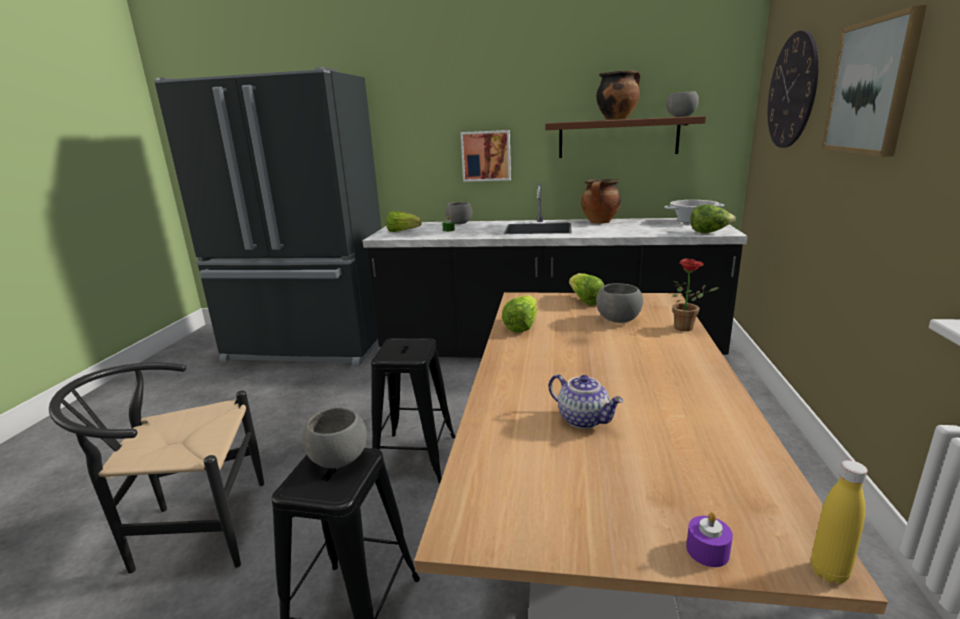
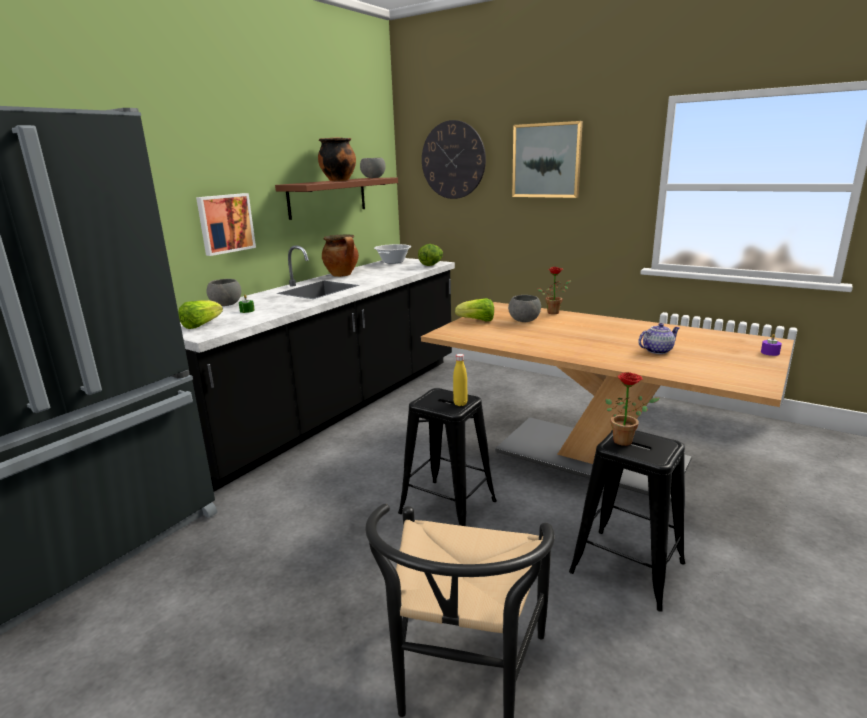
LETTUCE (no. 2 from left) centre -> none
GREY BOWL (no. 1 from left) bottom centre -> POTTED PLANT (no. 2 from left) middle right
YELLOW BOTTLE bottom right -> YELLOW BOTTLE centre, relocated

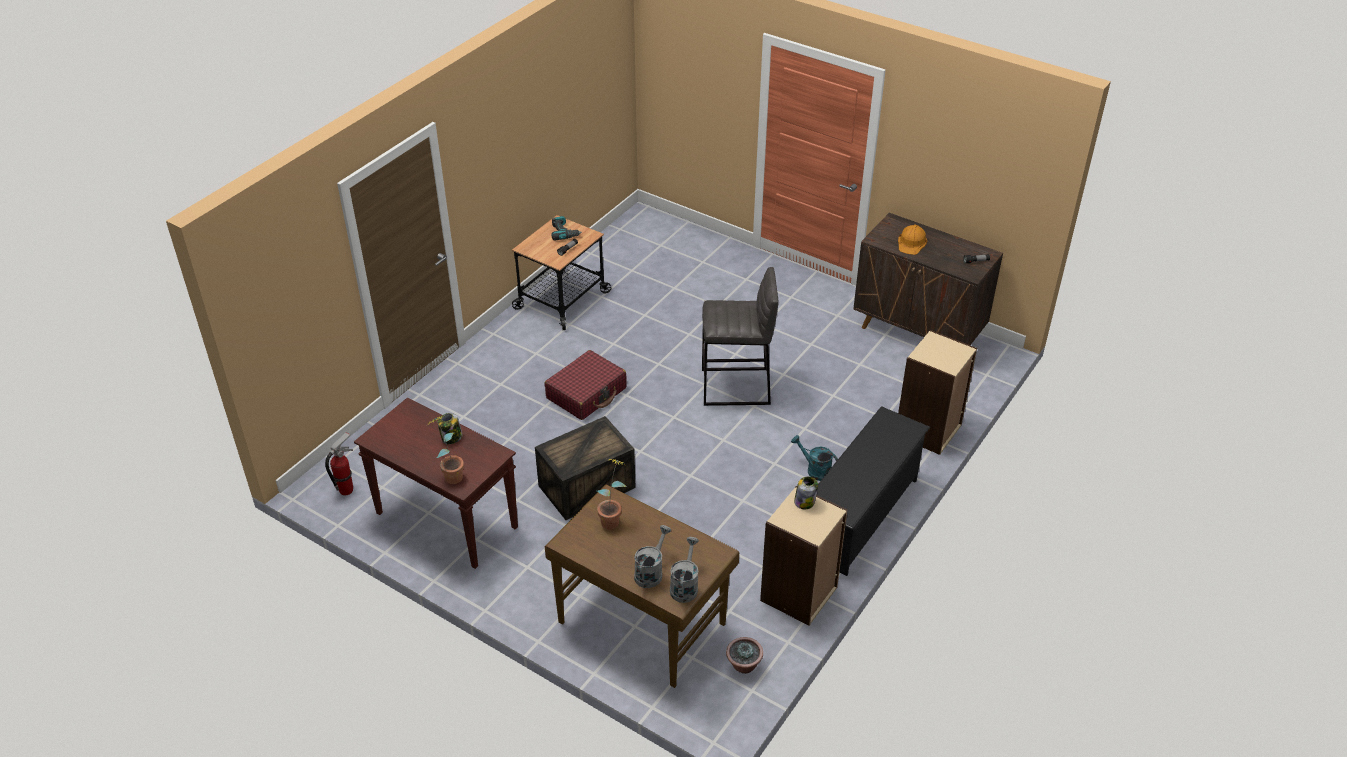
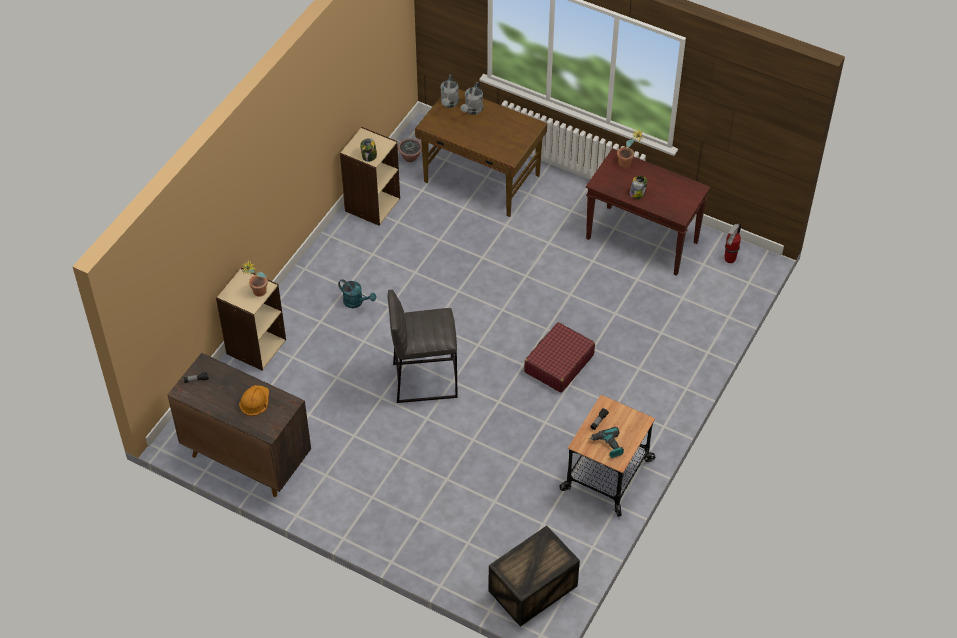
BLACK SHOE RACK centre -> none
CRATE centre -> CRATE bottom centre, relocated
POTTED PLANT (no. 2 from left in the first image) centre -> POTTED PLANT (no. 1 from left) middle left, relocated

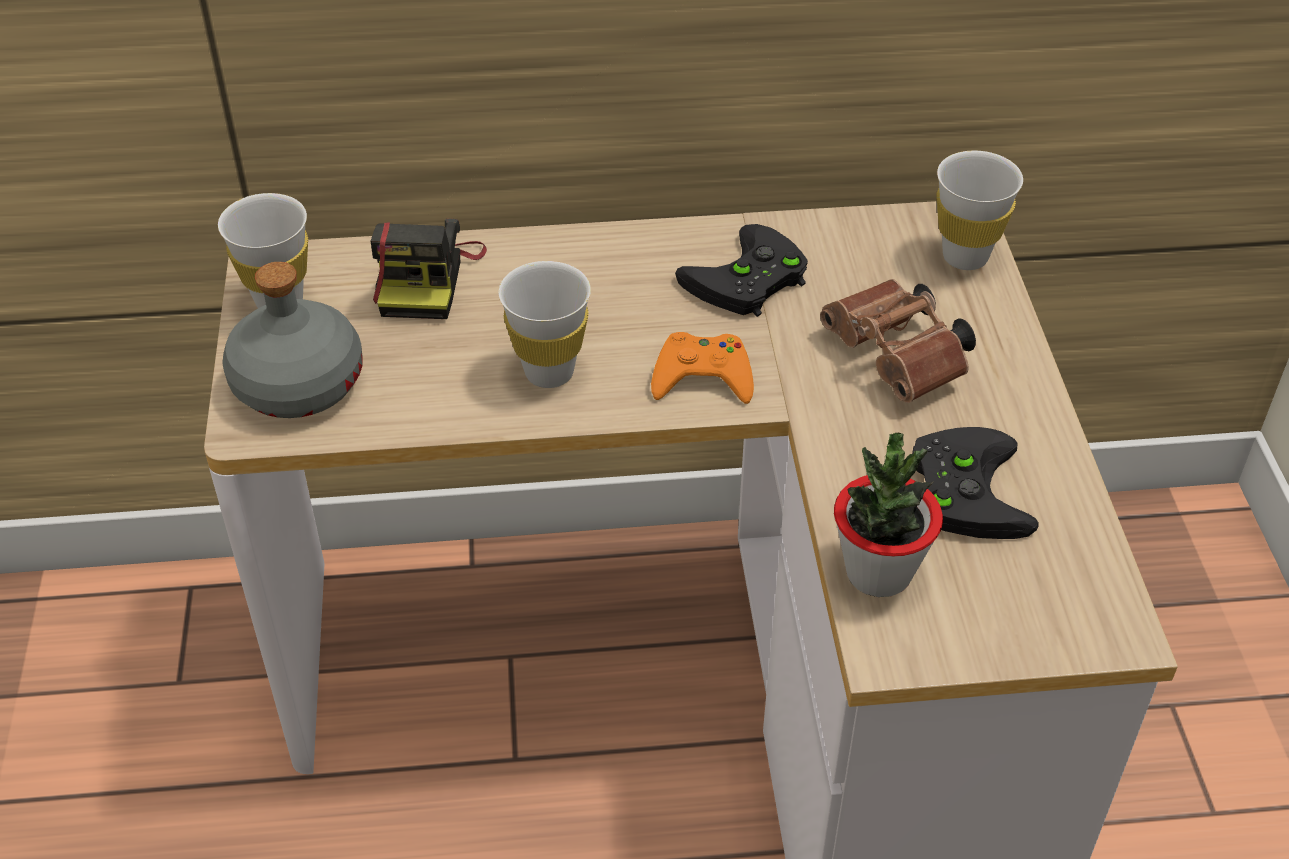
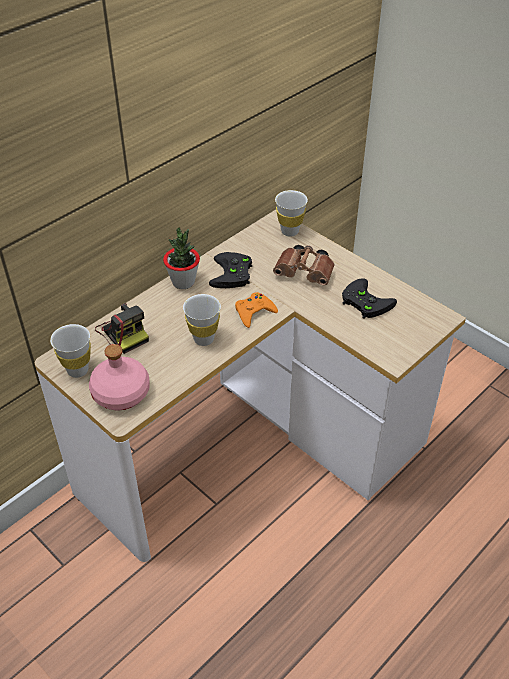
GREY BOTTLE middle left -> PINK BOTTLE middle left
POTTED PLANT middle right -> POTTED PLANT centre, relocated

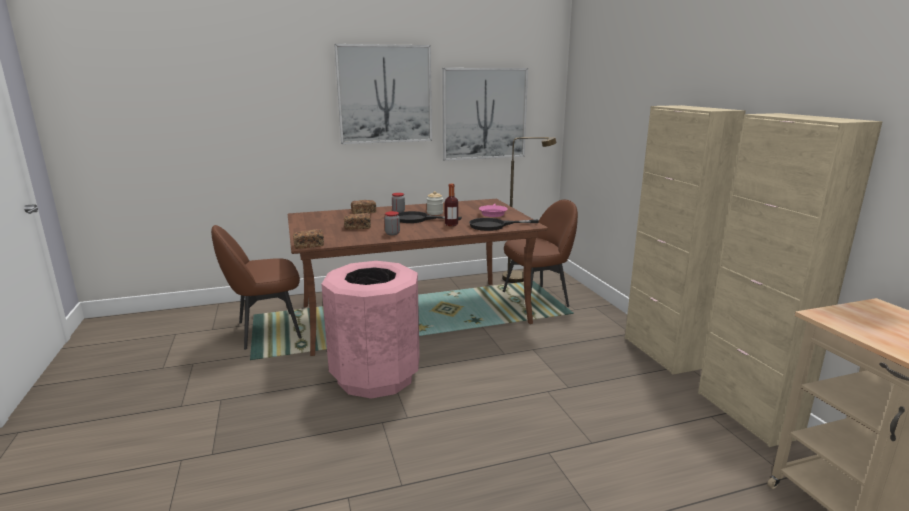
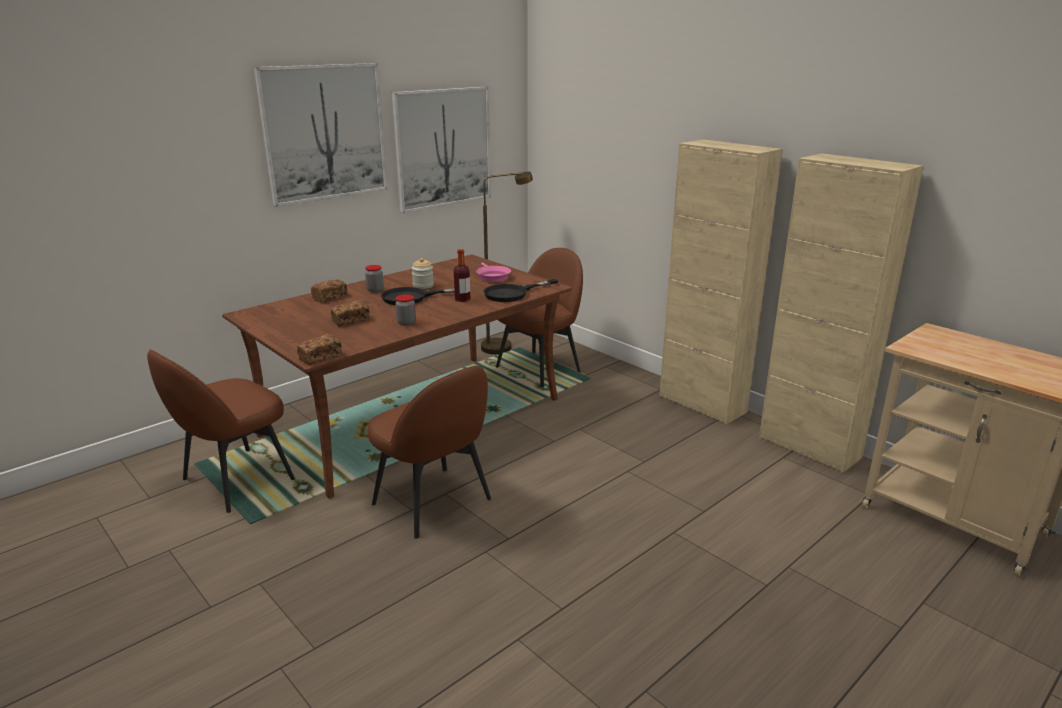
PINK TRASH CAN centre -> BROWN CHAIR (no. 2 from left) centre

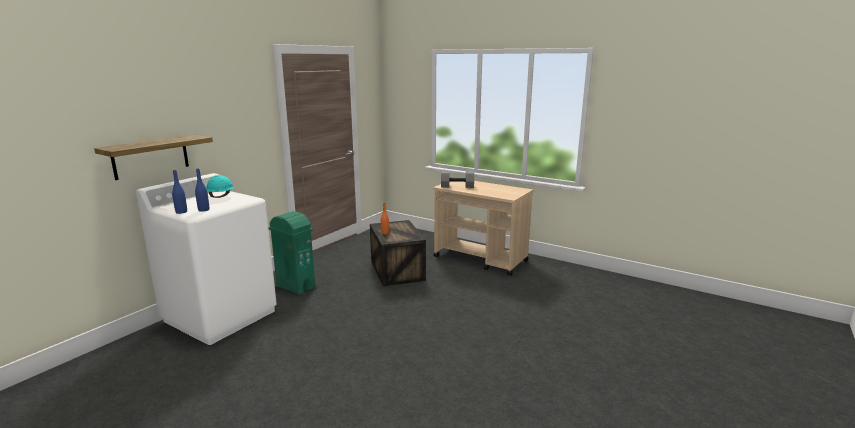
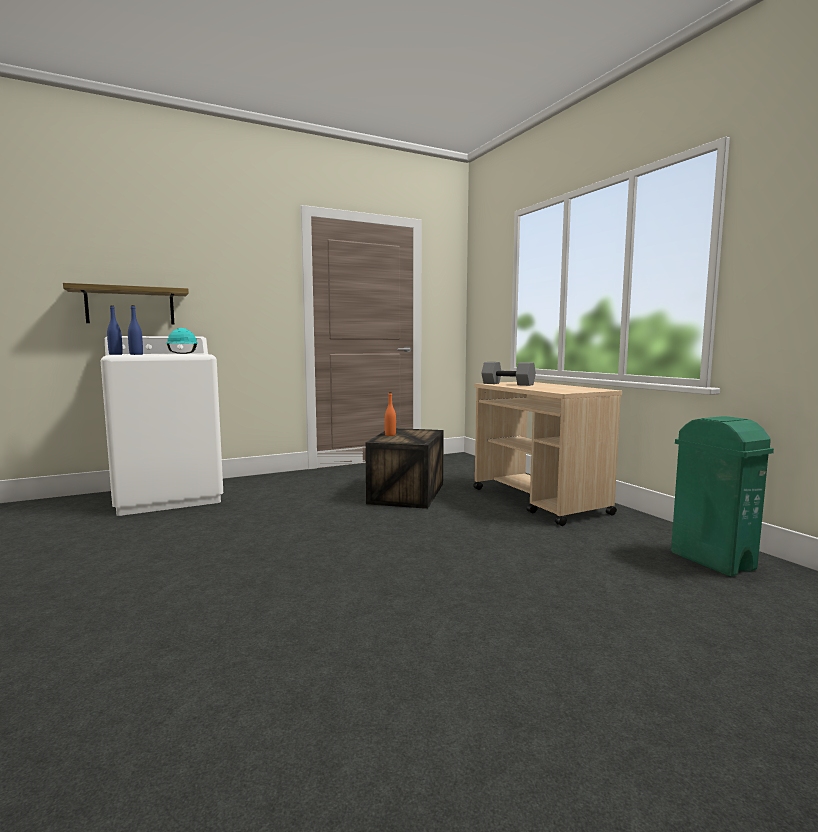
GREEN TRASH CAN centre -> GREEN TRASH CAN middle right, relocated

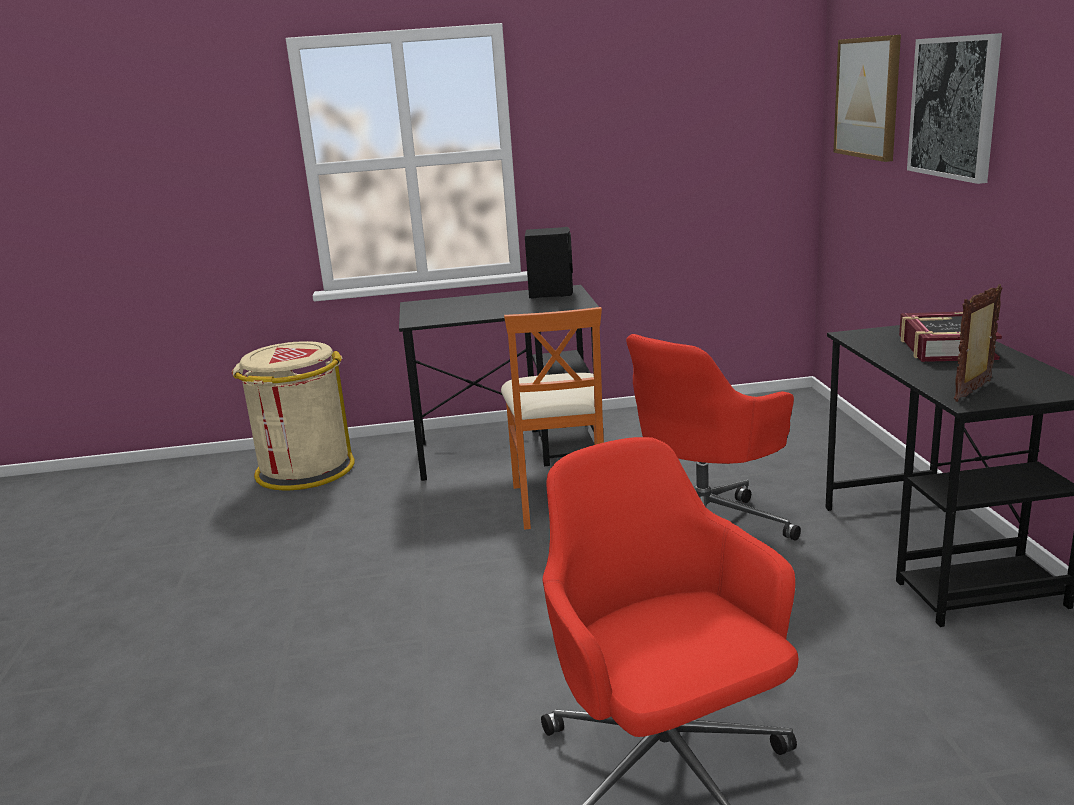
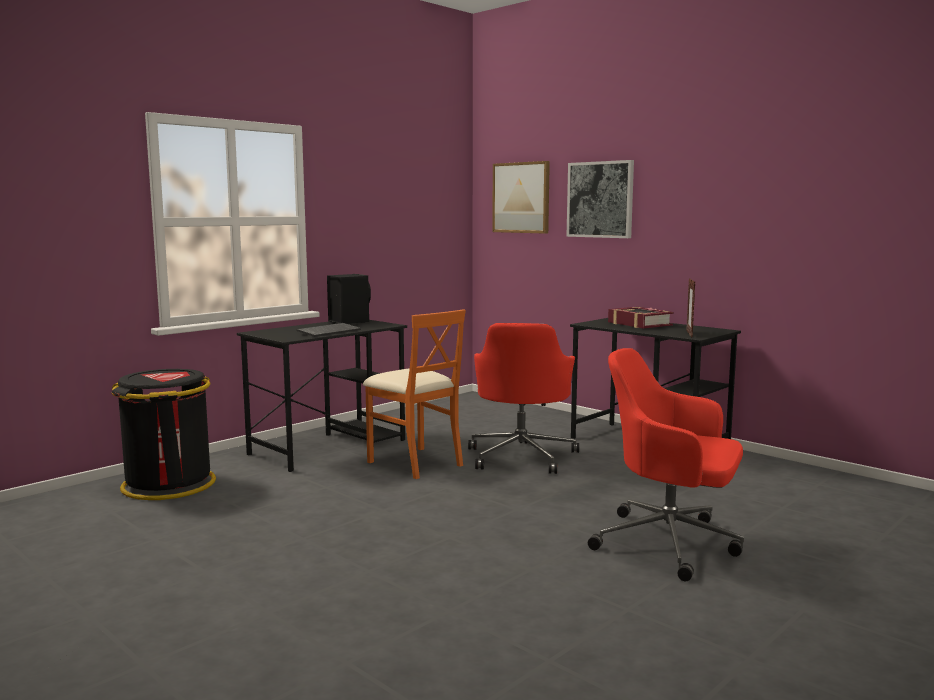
BEIGE TRASH CAN middle left -> BLACK TRASH CAN middle left
none -> KEYBOARD centre

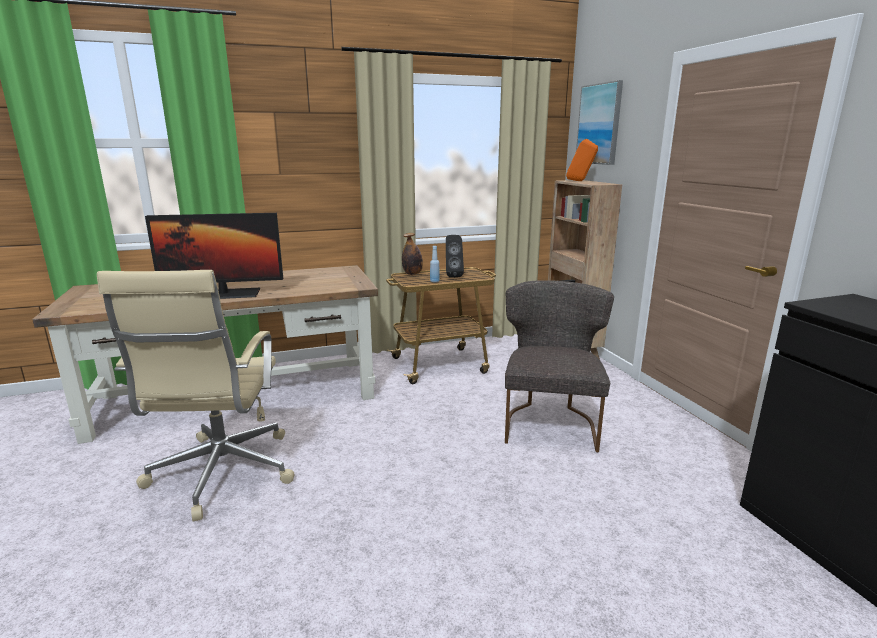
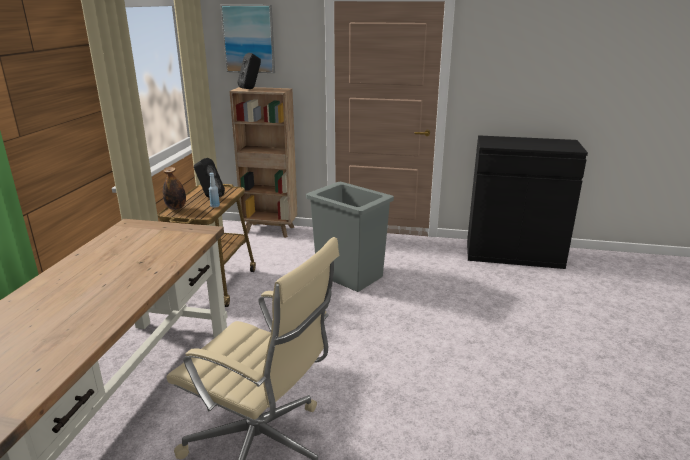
ORANGE SPEAKER top centre -> BLACK SPEAKER (no. 2 from left) top centre
MONITOR middle left -> none
GREY CHAIR centre -> GREY TRASH CAN centre

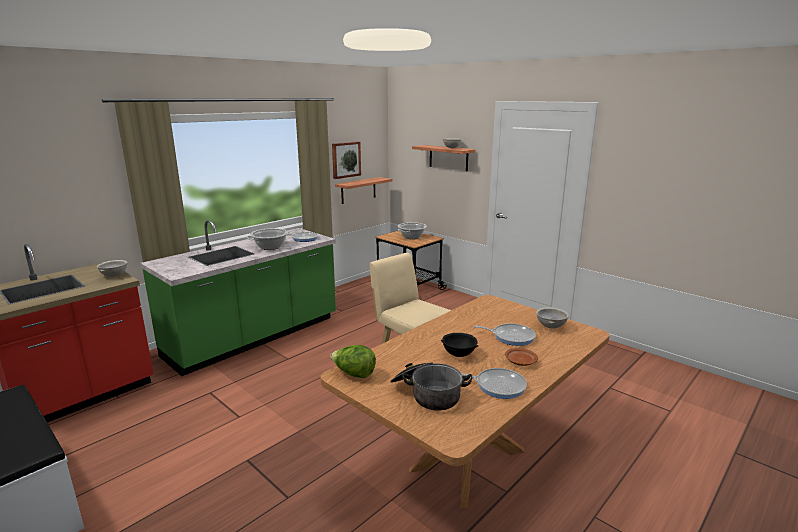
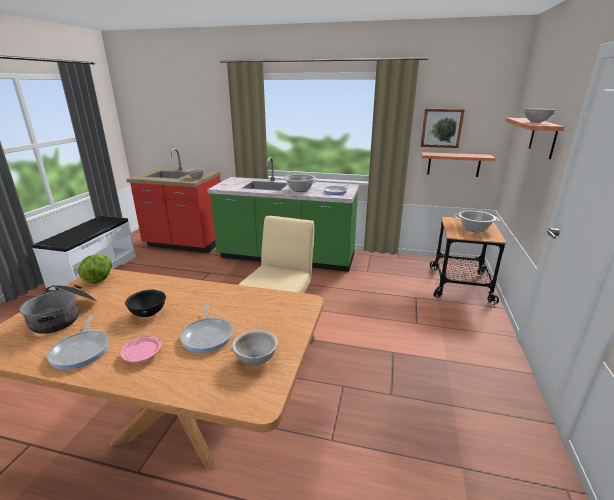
BROWN PLATE bottom centre -> PINK PLATE bottom left

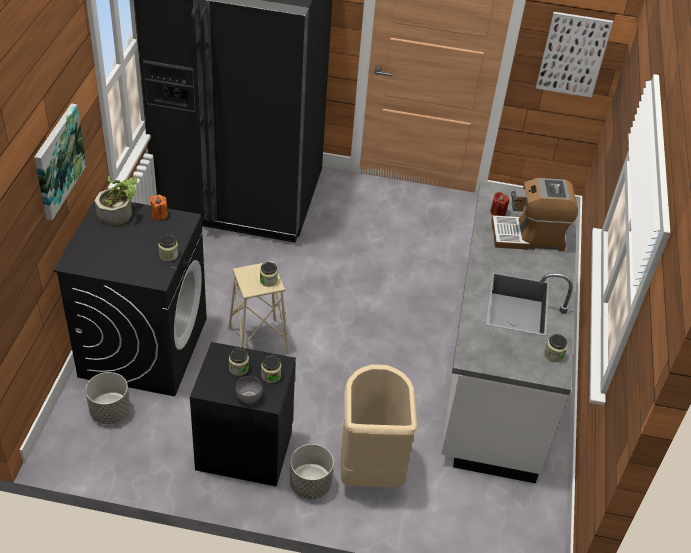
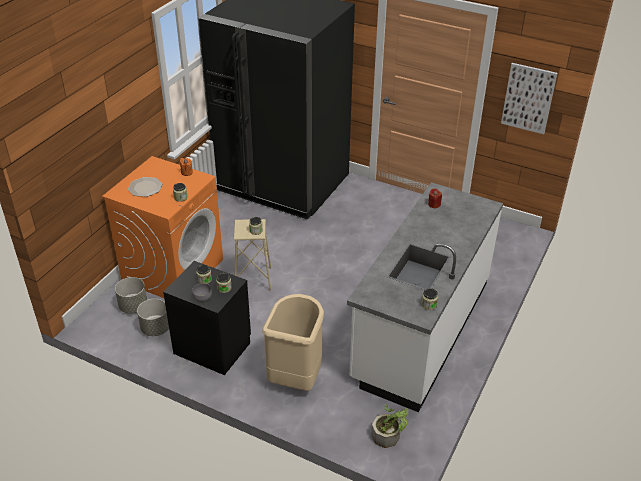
PICTURE (no. 1 from left) top left -> none
POTTED PLANT middle left -> POTTED PLANT bottom centre, relocated
COFFEE MACHINE middle right -> none
BLACK WASHING MACHINE middle left -> ORANGE WASHING MACHINE middle left
GREY PLANTER (no. 2 from left) bottom centre -> GREY PLANTER (no. 2 from left) middle left, relocated
none -> PLATE middle left

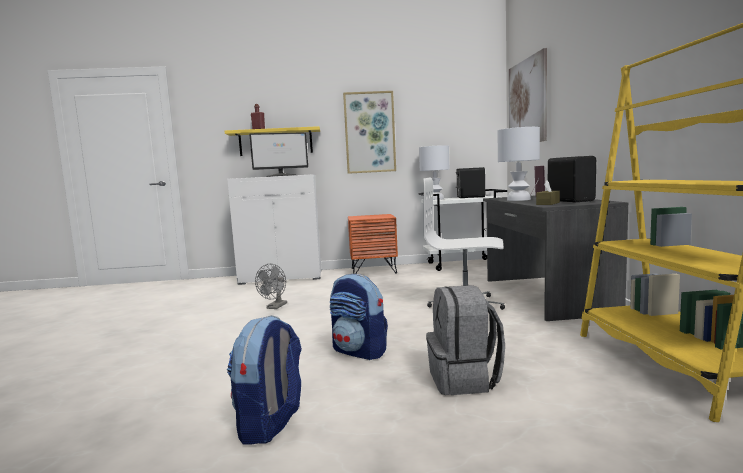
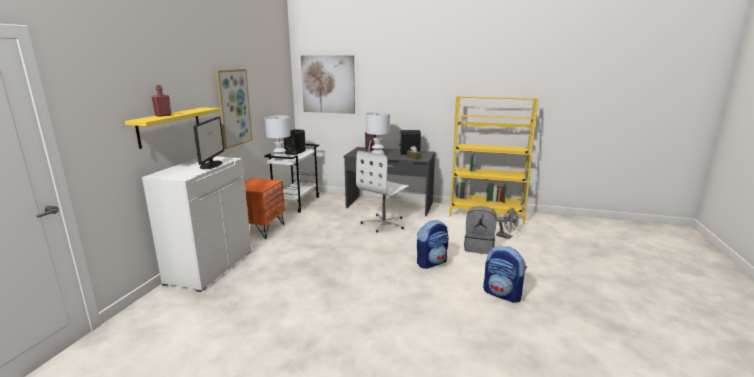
GREY FAN centre -> GREY FAN middle right, relocated

